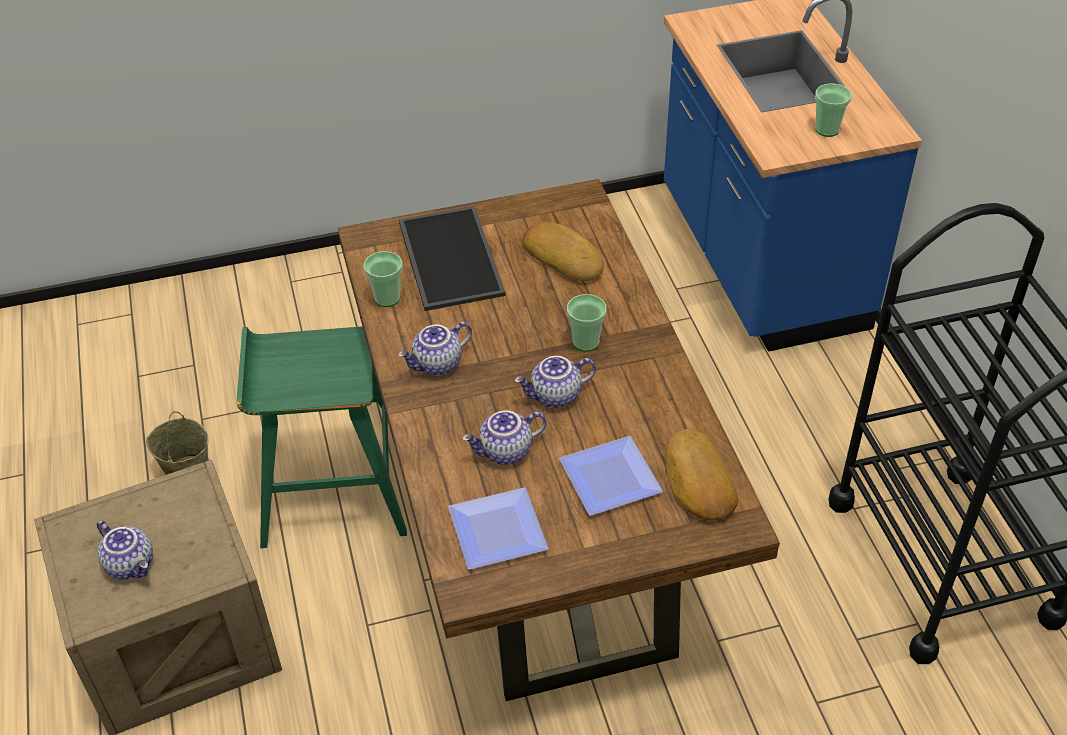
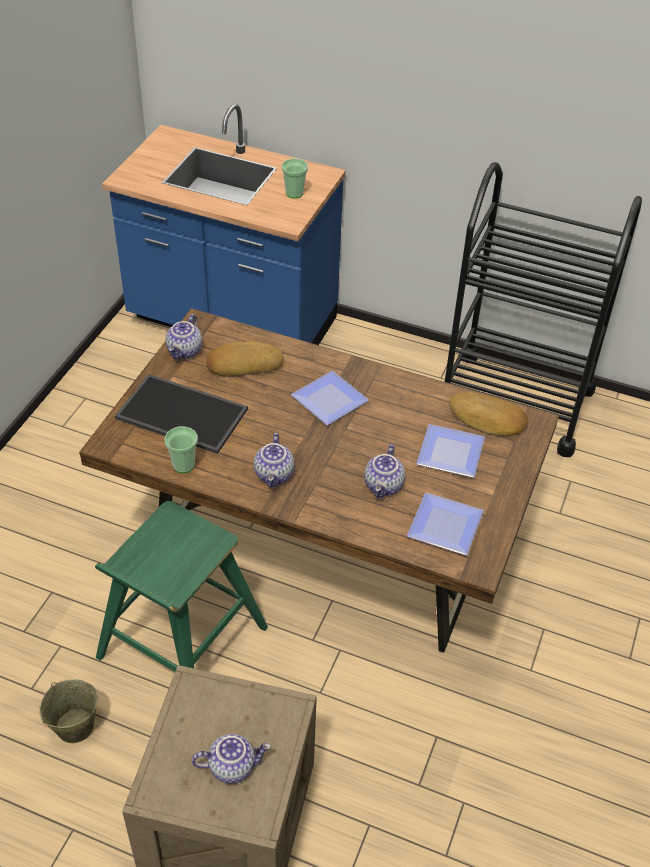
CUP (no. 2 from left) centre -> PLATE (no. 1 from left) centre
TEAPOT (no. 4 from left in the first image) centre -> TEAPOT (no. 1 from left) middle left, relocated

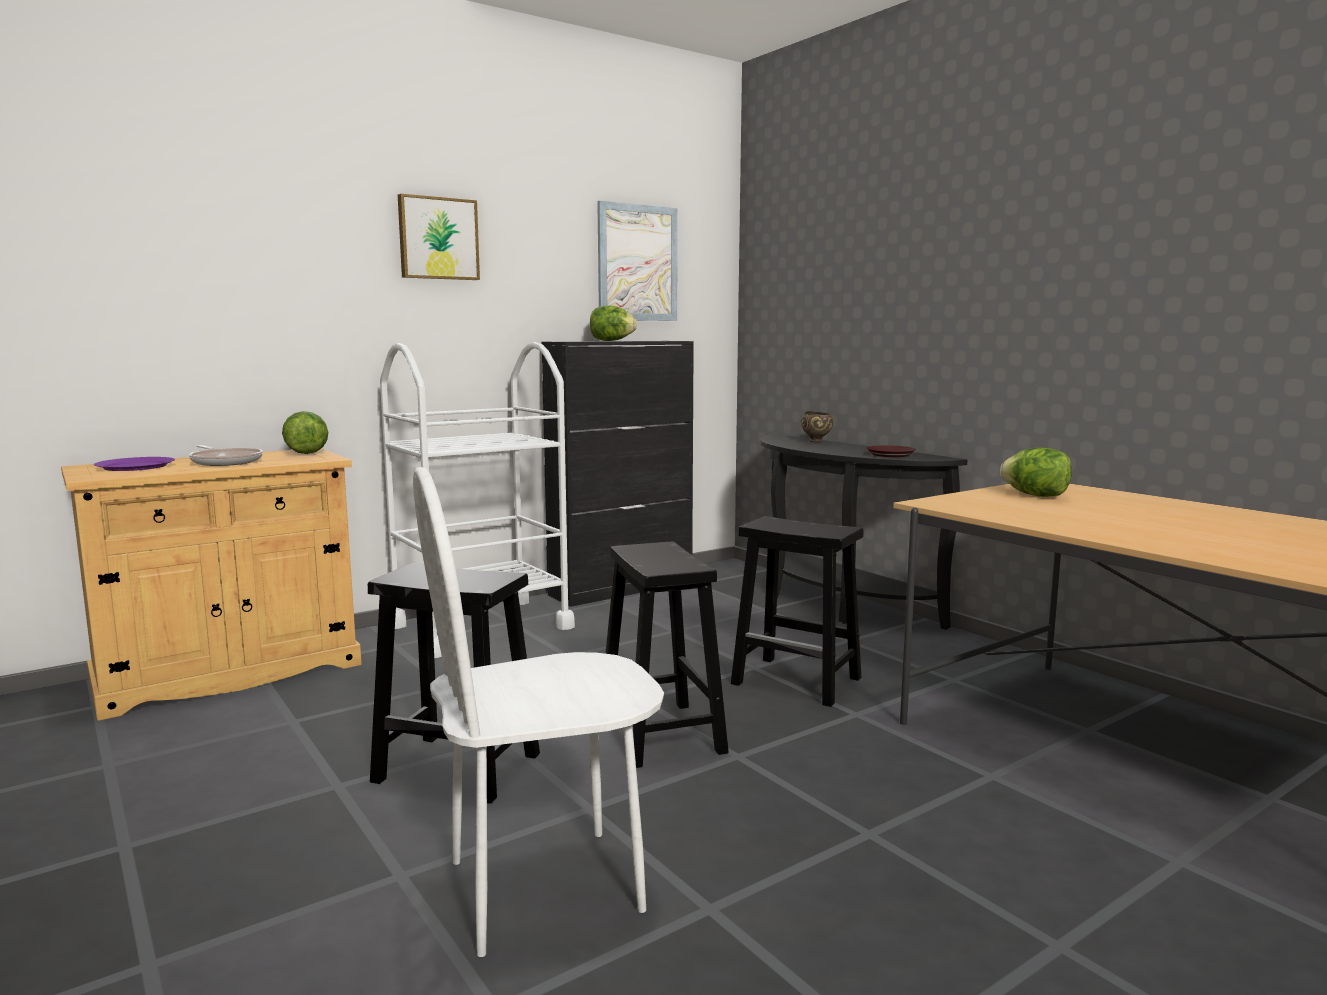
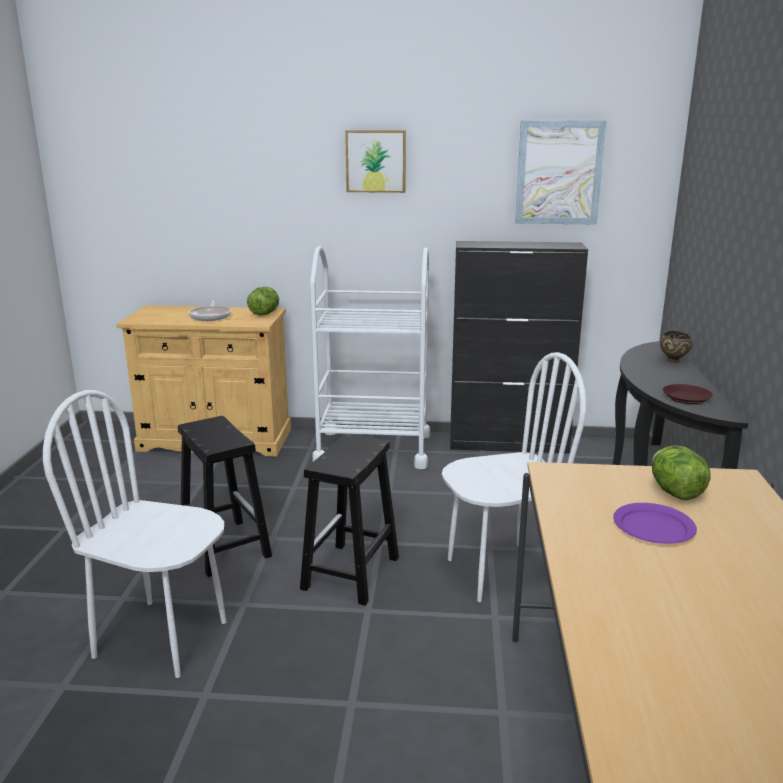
LETTUCE (no. 2 from left) top centre -> none
PURPLE PLATE middle left -> PURPLE PLATE bottom right, relocated
BLACK STOOL (no. 3 from left) centre -> WHITE CHAIR (no. 2 from left) centre

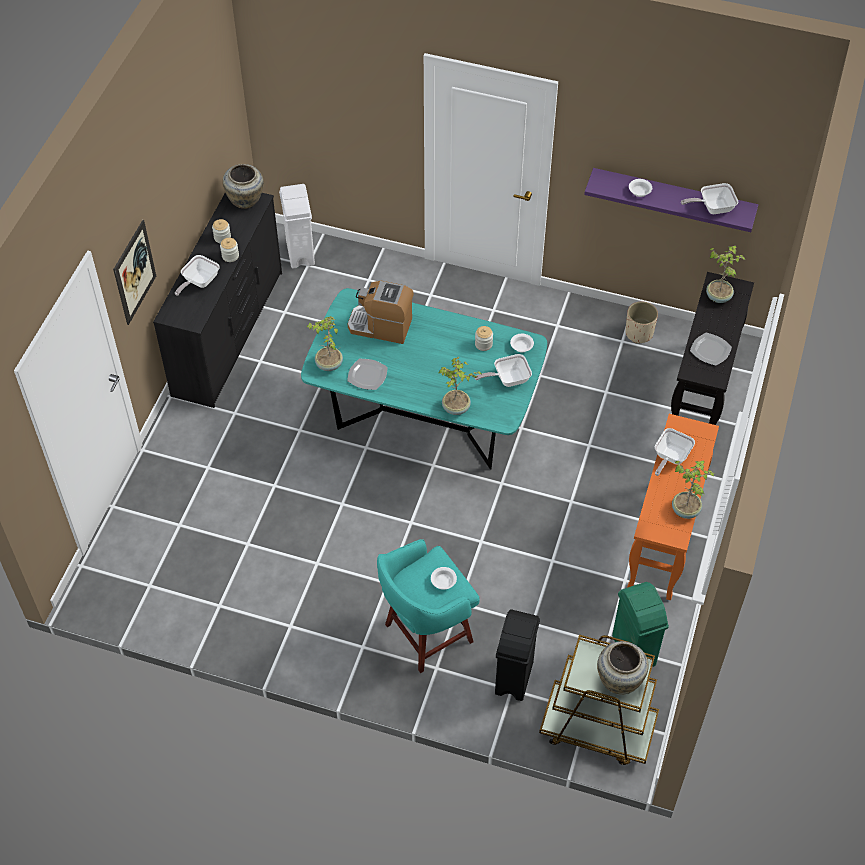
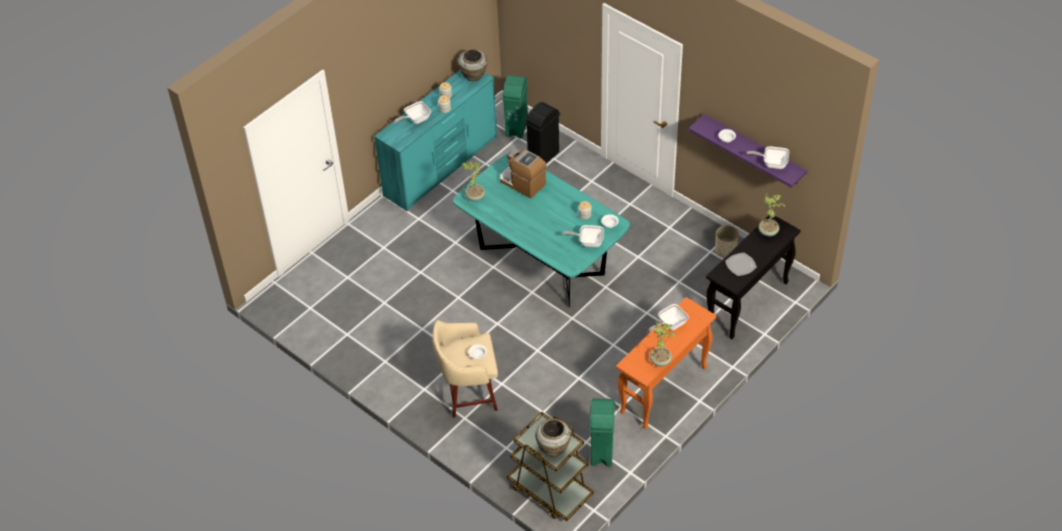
WHITE TRASH CAN top centre -> GREEN TRASH CAN (no. 1 from left) top centre
BLACK DRESSER middle left -> TURQUOISE DRESSER top centre
PICTURE top left -> none
POTTED PLANT (no. 2 from left) centre -> none
PLATE (no. 1 from left) centre -> none
TURQUOISE STOOL bottom centre -> BEIGE STOOL bottom centre
BLACK TRASH CAN bottom centre -> BLACK TRASH CAN top centre, relocated

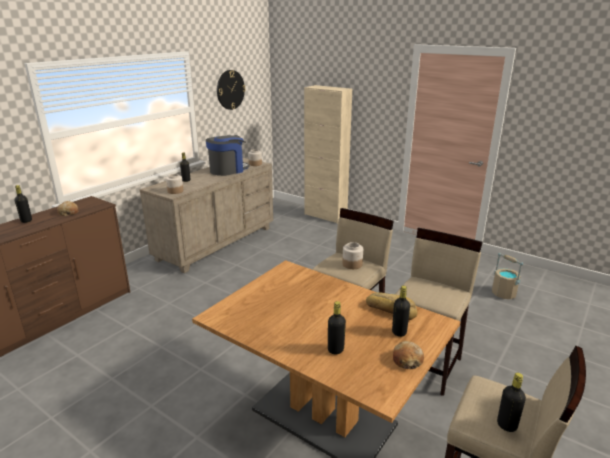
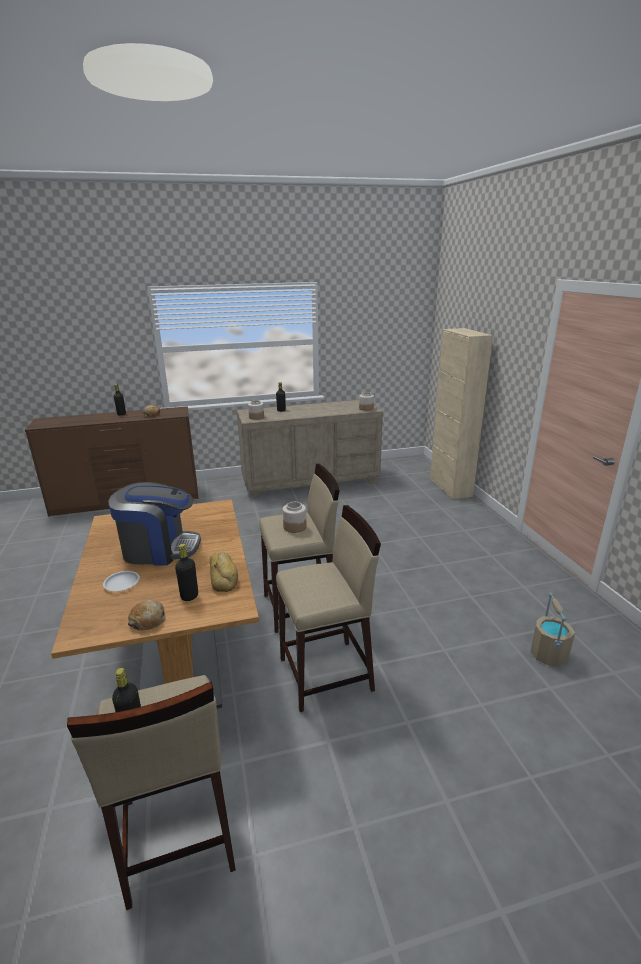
WALL CLOCK top centre -> none
COFFEE MACHINE centre -> COFFEE MACHINE middle left, relocated
BLACK BOTTLE (no. 3 from left) bottom centre -> WHITE PLATE middle left

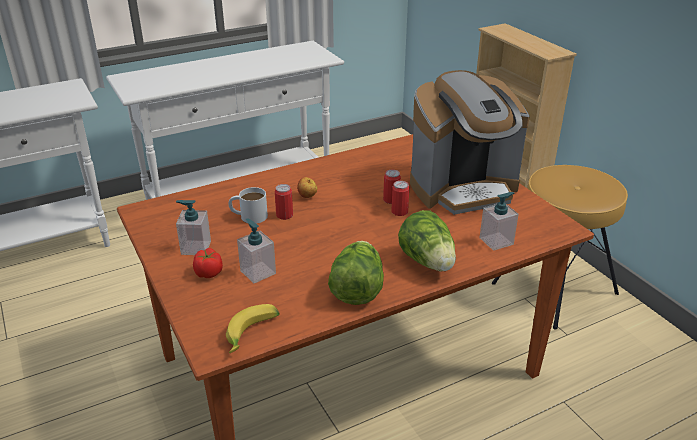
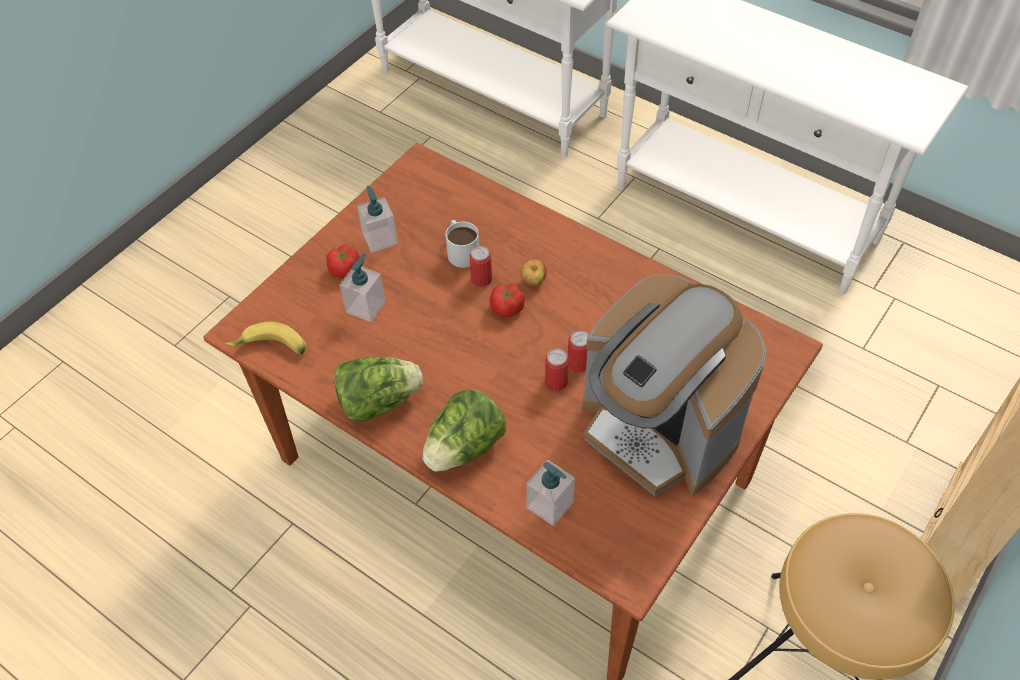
none -> TOMATO (no. 2 from left) centre

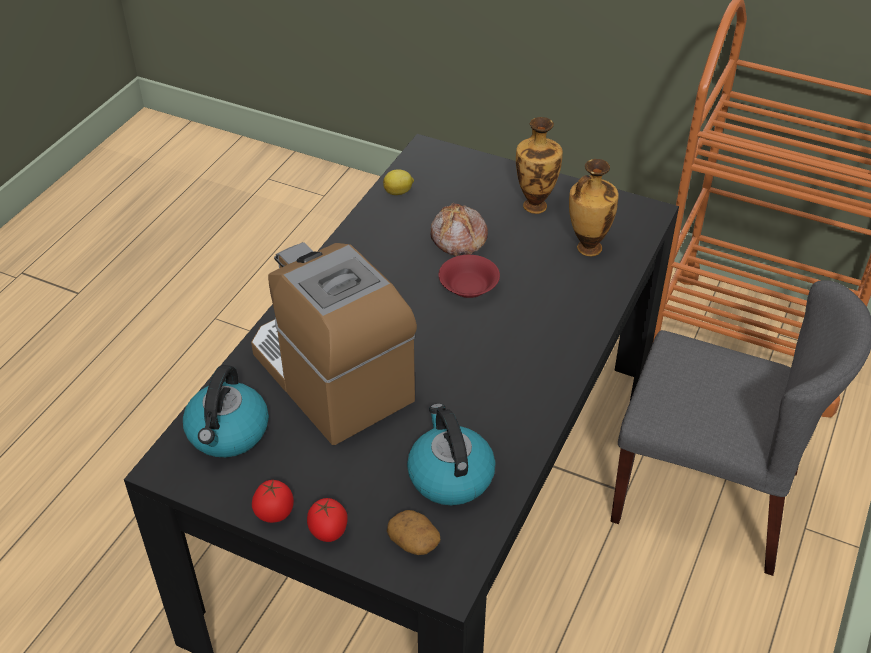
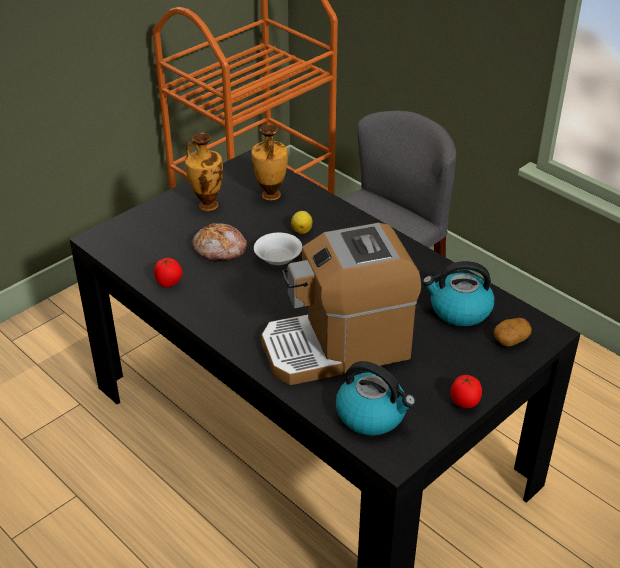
LEMON top centre -> LEMON centre, relocated
RED BOWL centre -> WHITE BOWL centre
TOMATO (no. 2 from left in the first image) bottom centre -> TOMATO (no. 1 from left) middle left, relocated

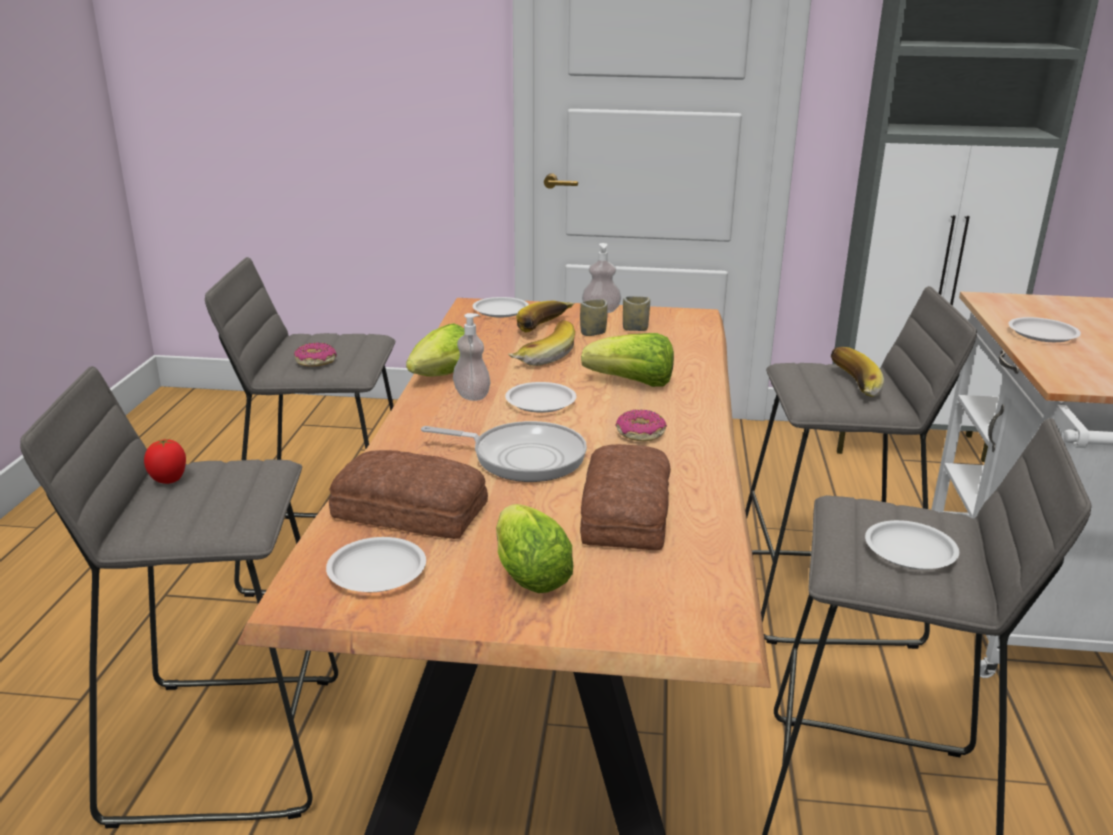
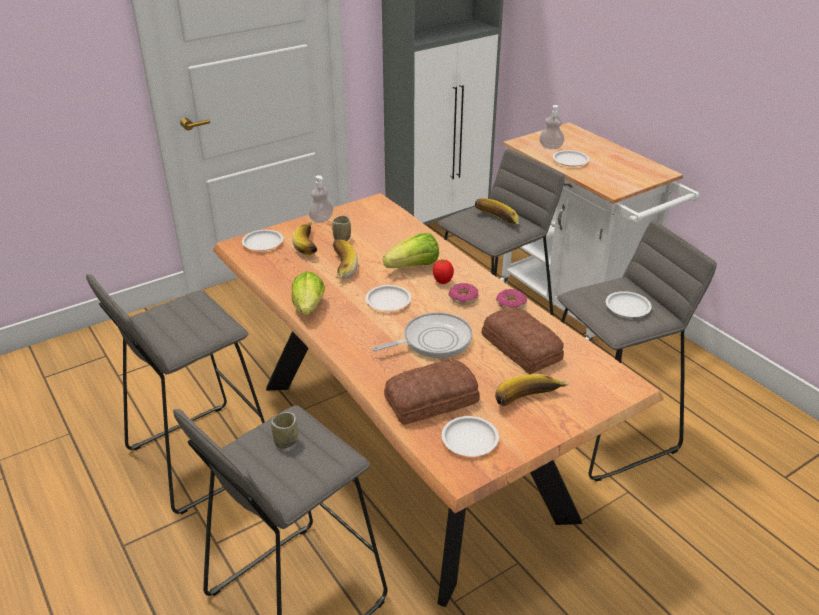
CUP (no. 2 from left in the first image) centre -> CUP (no. 1 from left) bottom centre, relocated
SOAP DISPENSER (no. 1 from left in the first image) centre -> SOAP DISPENSER (no. 2 from left) top right, relocated
DONUT (no. 1 from left in the first image) middle left -> DONUT (no. 2 from left) centre, relocated
TOMATO middle left -> TOMATO centre, relocated
LETTUCE (no. 2 from left) centre -> BANANA (no. 4 from left) centre

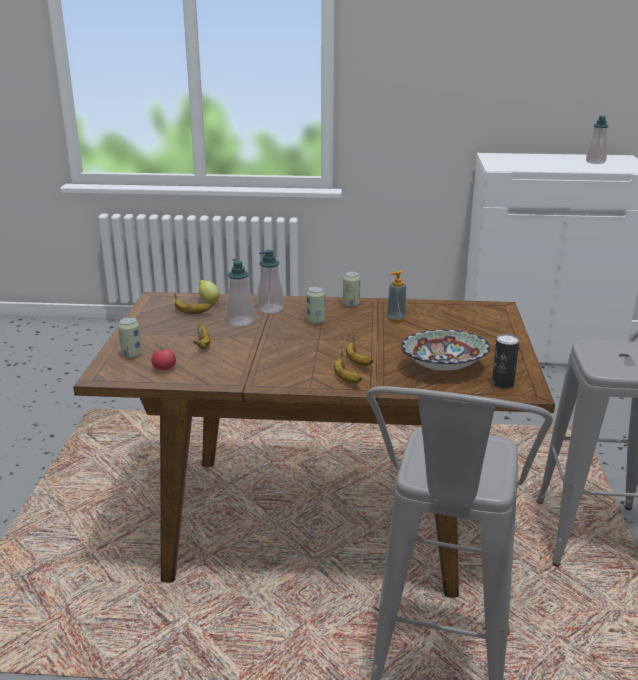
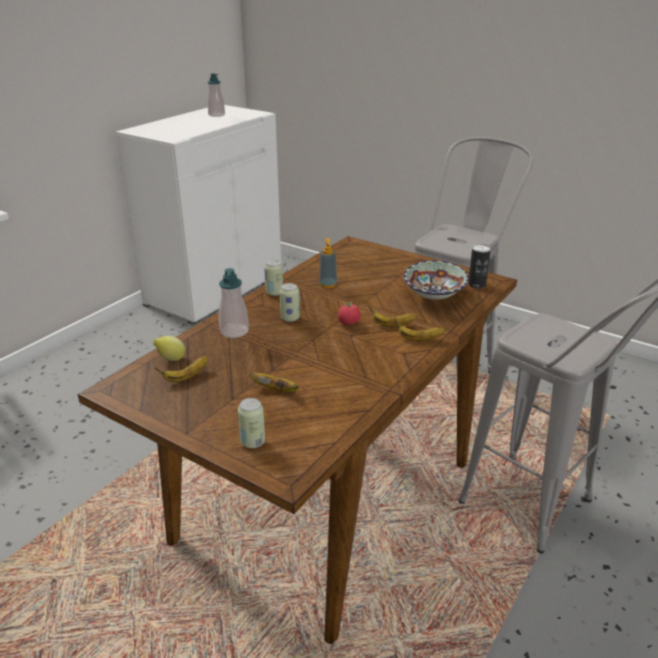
SOAP DISPENSER (no. 1 from left) centre -> none
TOMATO middle left -> TOMATO centre, relocated

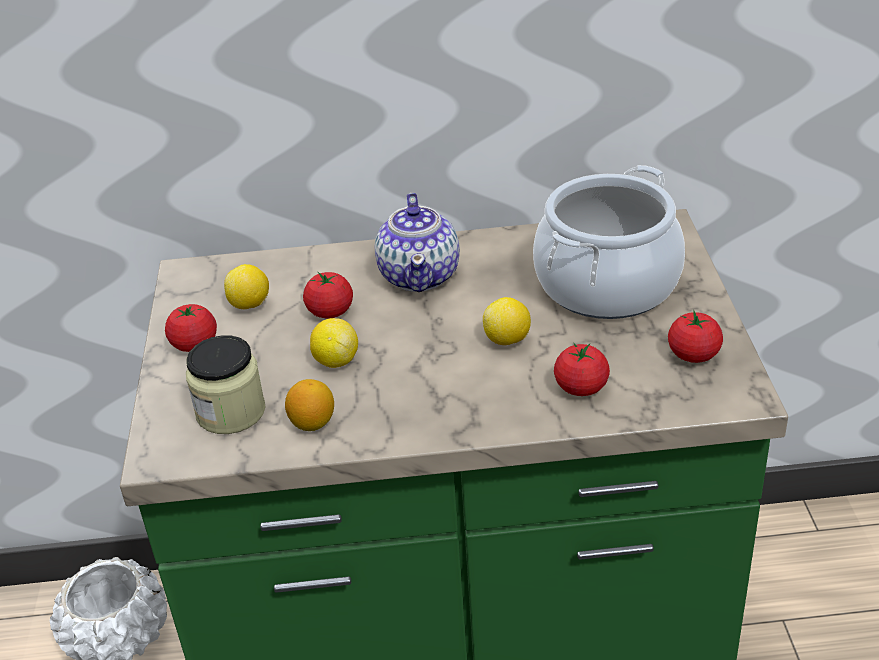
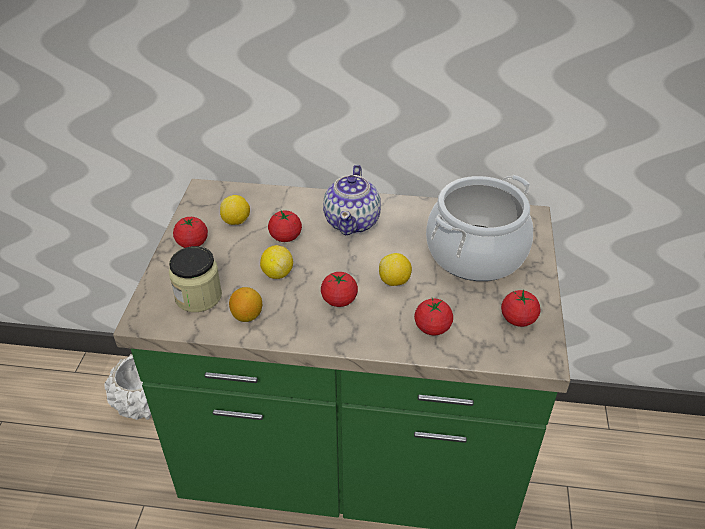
none -> TOMATO (no. 3 from left) centre

